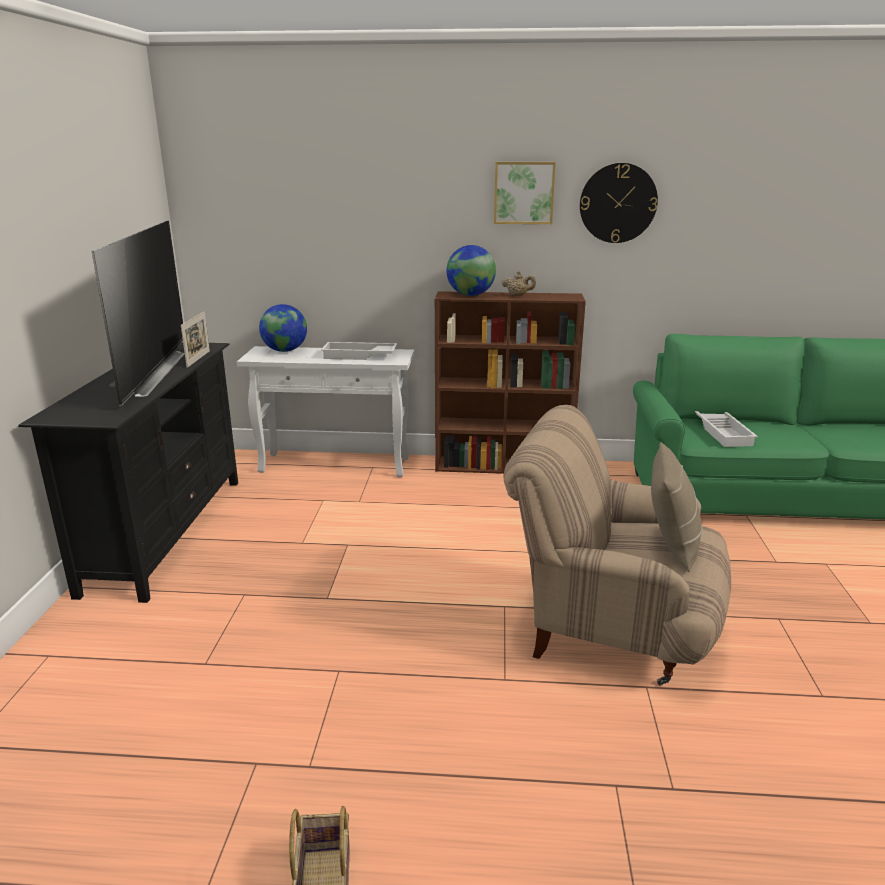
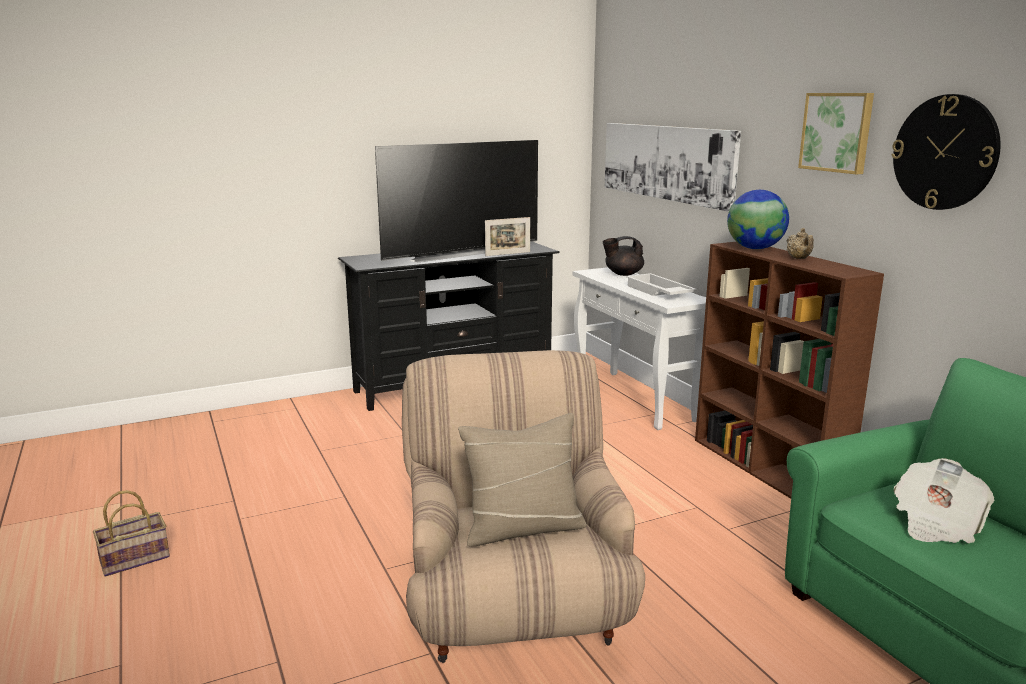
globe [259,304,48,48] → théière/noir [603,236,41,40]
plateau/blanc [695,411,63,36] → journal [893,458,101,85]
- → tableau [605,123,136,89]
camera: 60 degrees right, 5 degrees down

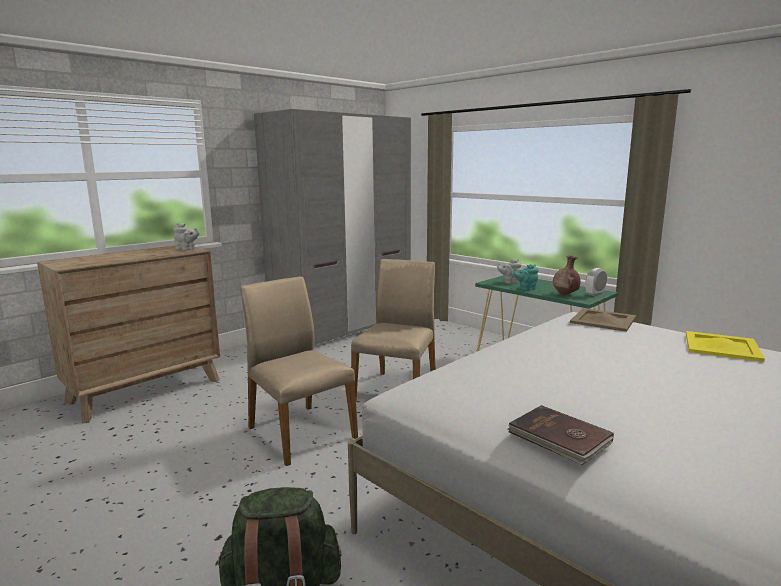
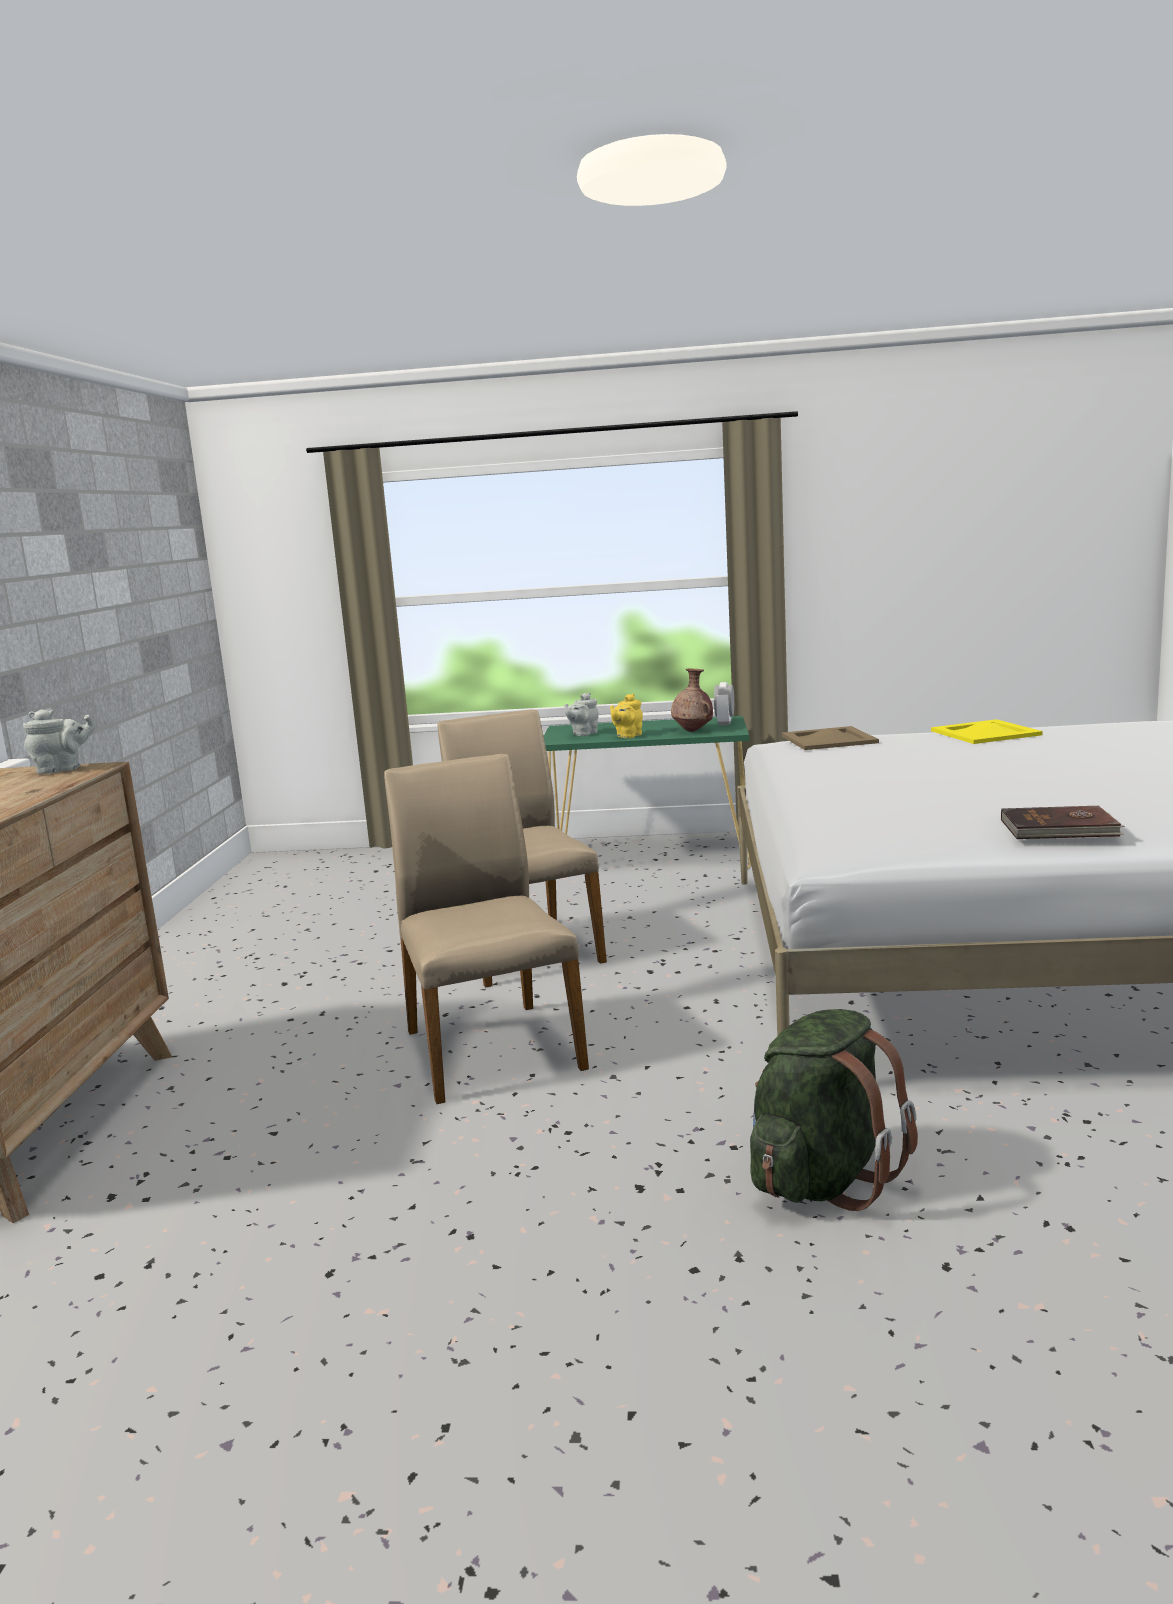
armoire/gris [254,109,157,236] → -
théière/turquoise [513,264,26,26] → théière/jaune [610,694,33,44]
chaise/beige [241,277,117,189] → chaise/beige [384,754,205,350], 60 degrees clockwise
camera: 40 degrees left, 0 degrees up

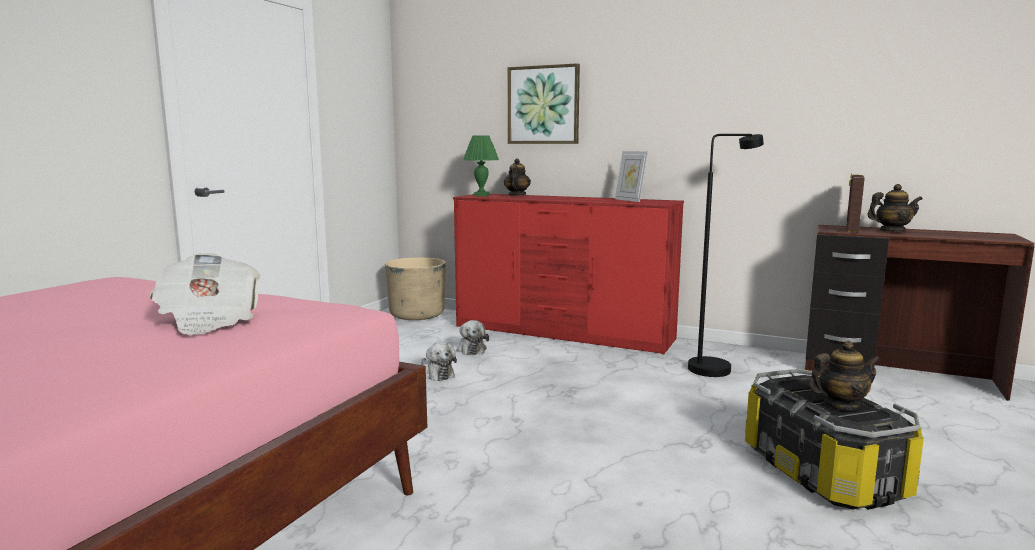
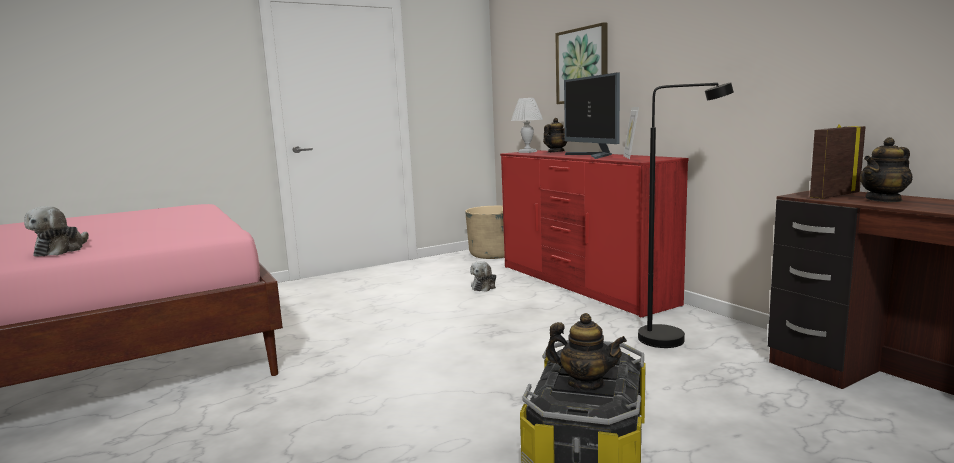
lampe de table/vert [463,135,36,61] → lampe de table/blanc [511,98,32,55]
théière [867,184,56,48] → théière [860,137,53,66], 120 degrees clockwise
journal [150,253,111,82] → -
peluche [421,341,36,40] → peluche [24,206,65,50], move
- → écran d'ordinateur [564,73,56,86]
camera: 35 degrees right, 0 degrees up

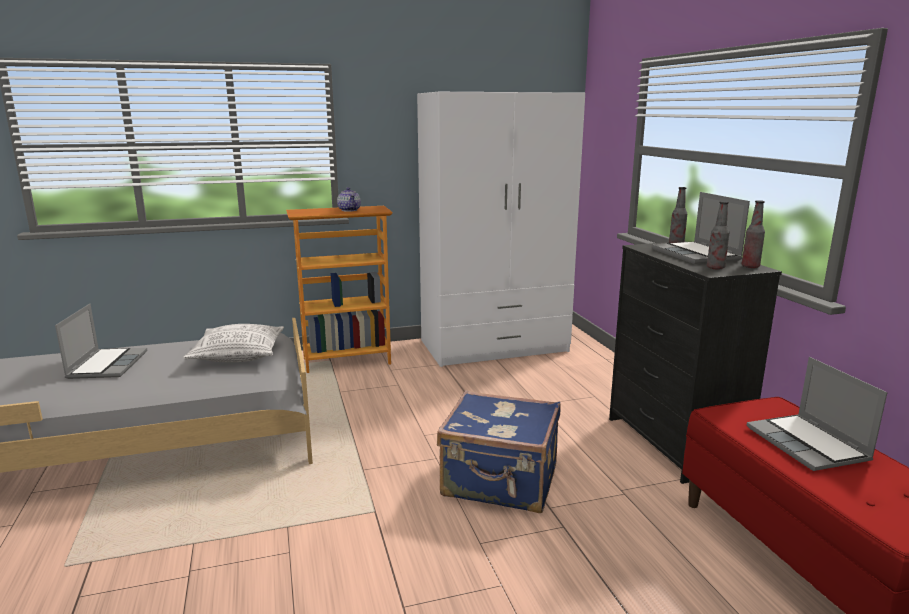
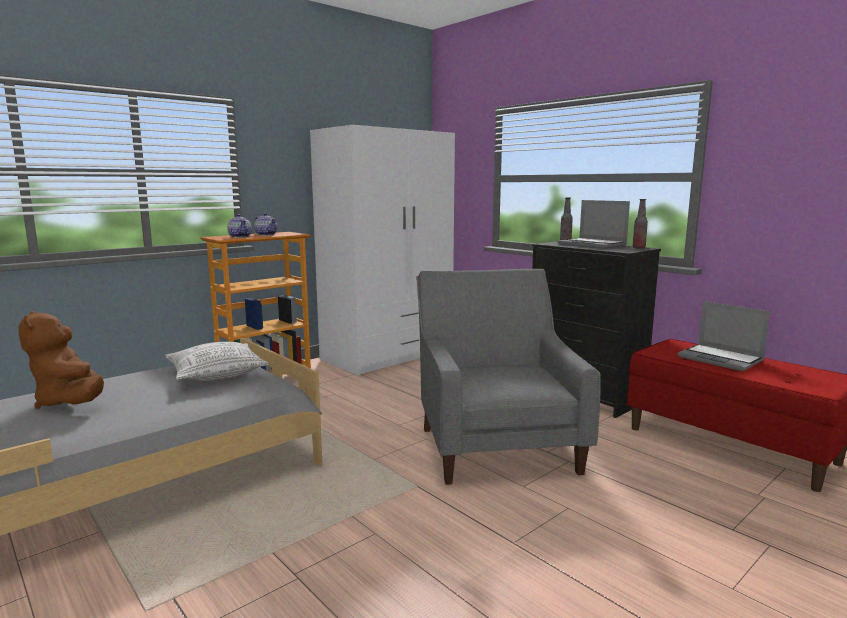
bouteille [707,201,23,69] → -
ordinateur portable [55,304,92,75] → peluche/marron [19,311,85,98]
valise/bleu [437,390,124,123] → fauteuil/gris [416,269,185,216]
- → théière [227,214,25,24]
camera: 25 degrees left, 5 degrees down

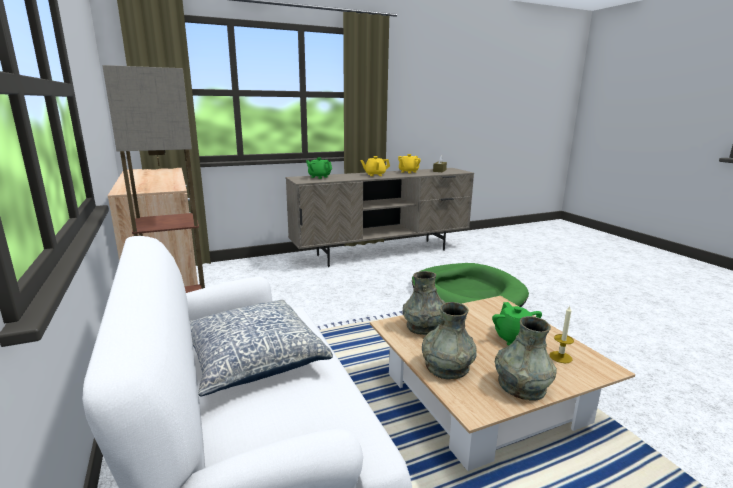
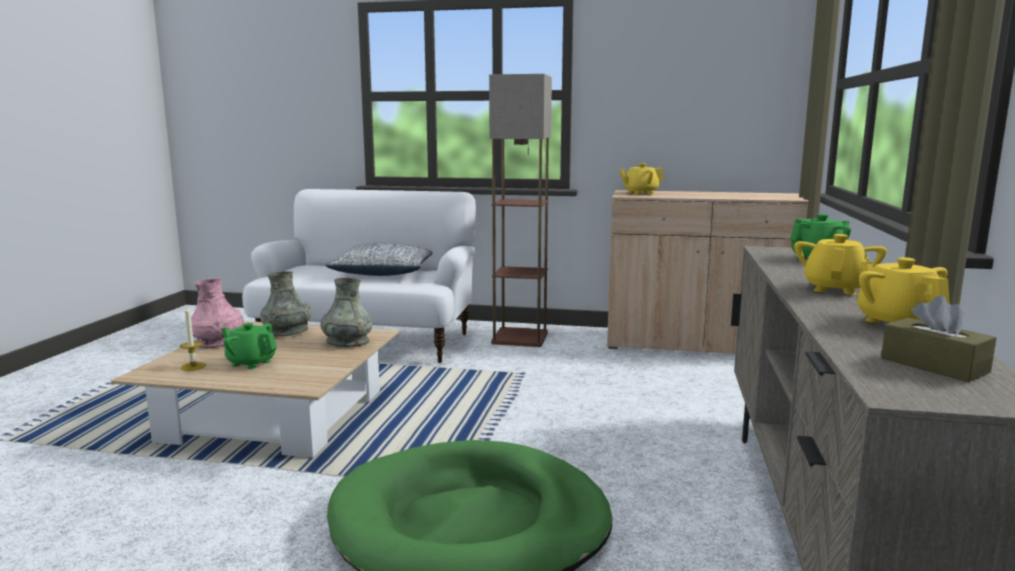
vase/gris [495,316,62,85] → vase/rose [191,278,53,71]
- → théière/jaune [619,163,45,32]
camera: 125 degrees right, 5 degrees down

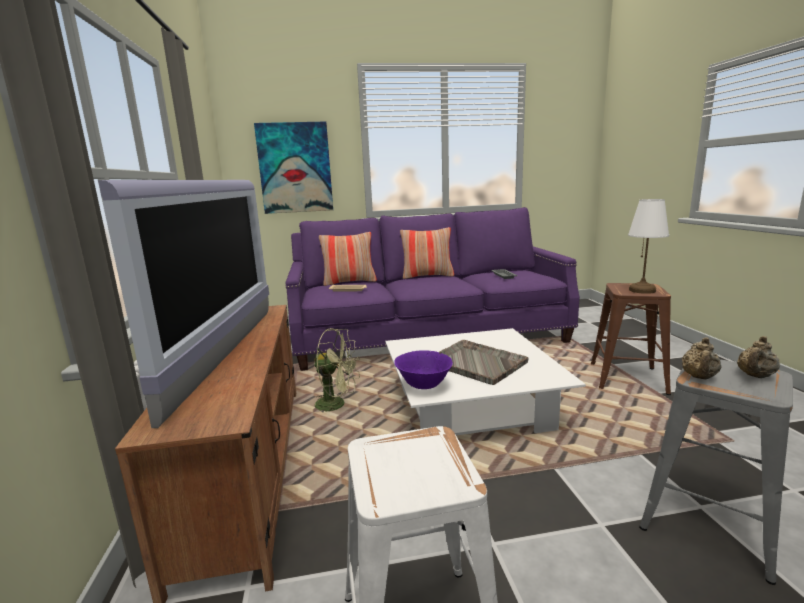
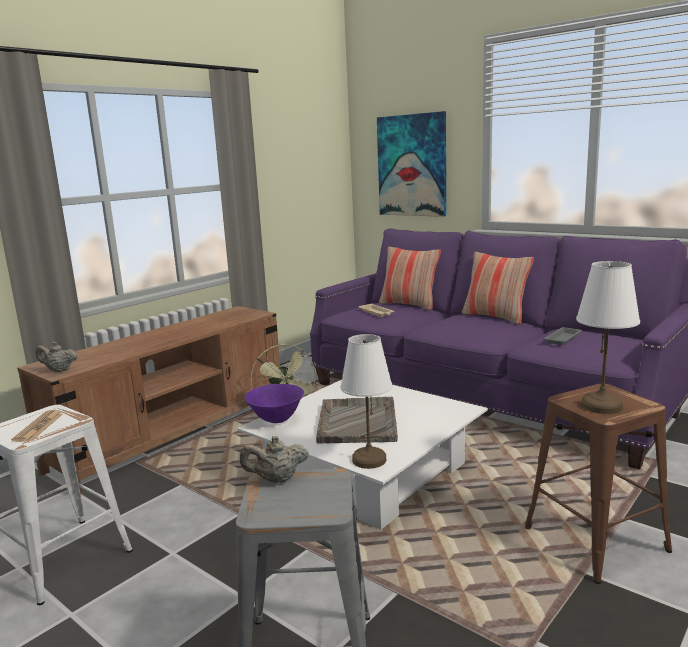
téléviseur [98,180,171,248] → -
théière/beige [737,336,43,42] → théière/beige [36,342,42,30], move
- → lampe de table/blanc [341,334,51,135]
- → journal [11,410,52,32]
camera: 50 degrees right, 0 degrees up

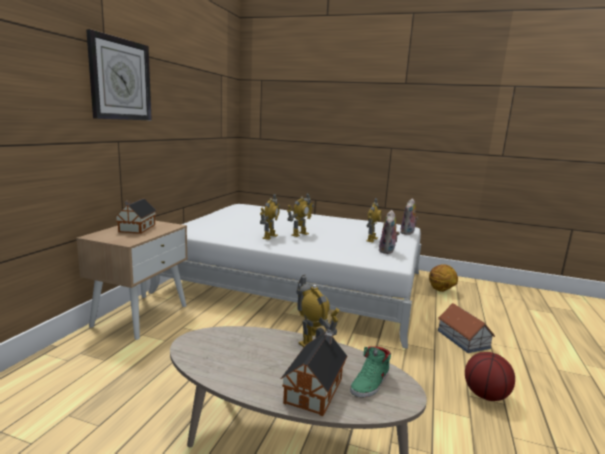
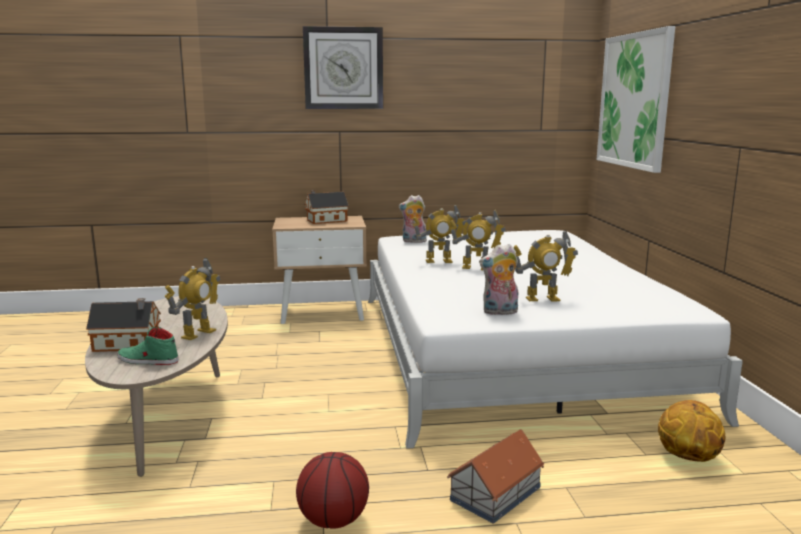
peluche [400,198,18,37] → peluche [399,195,28,48], move
- → tableau [597,26,78,147]
camera: 65 degrees right, 0 degrees up

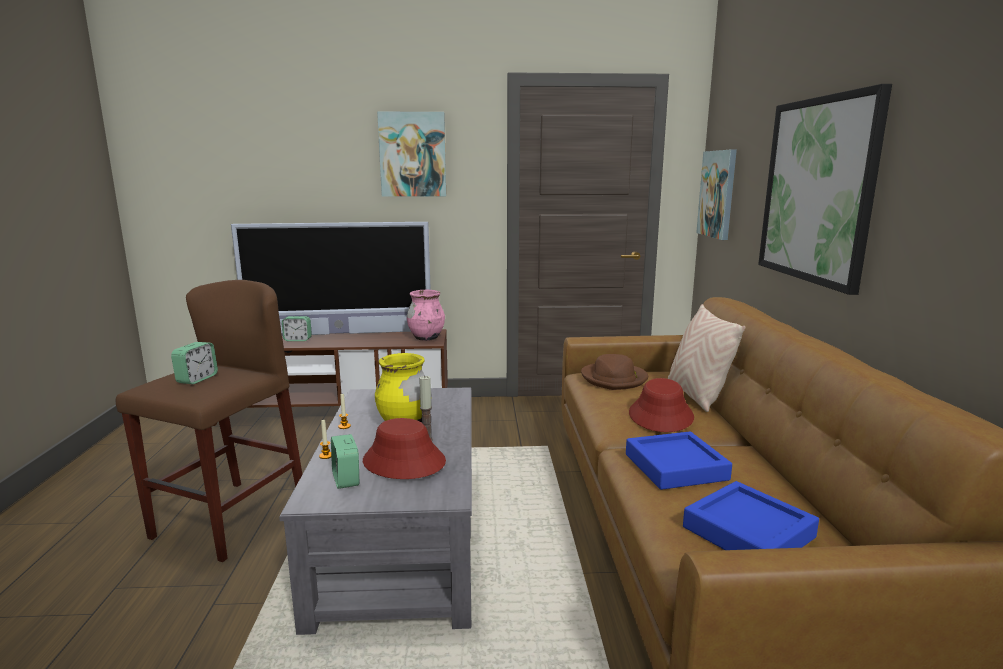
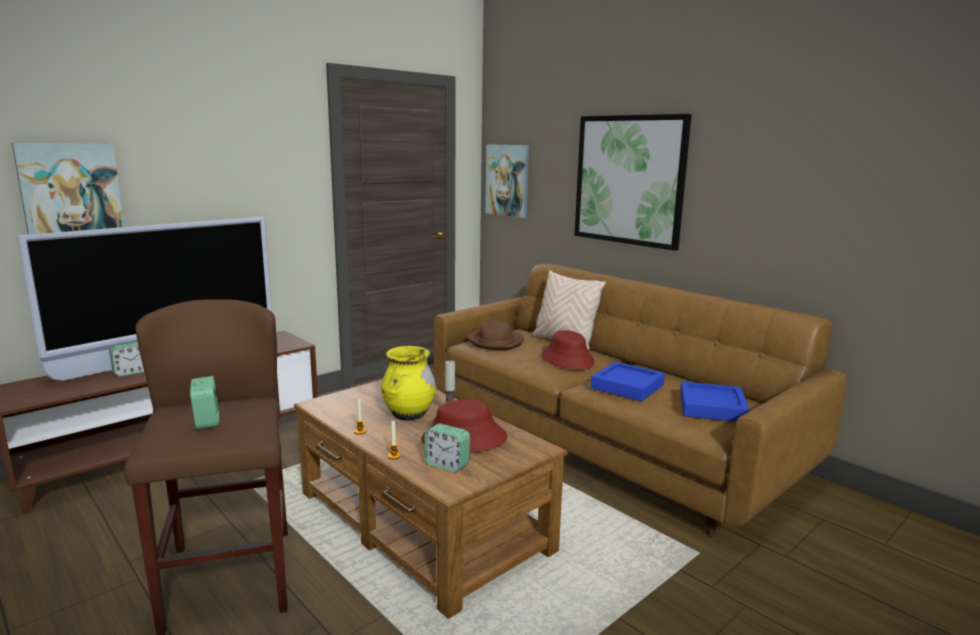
tableau [377,112,69,85] → tableau [12,143,113,92], move
vase/rose [407,290,38,51] → -
table basse/gris [279,387,193,248] → table basse/marron [294,380,274,239]
camera: 40 degrees left, 0 degrees up

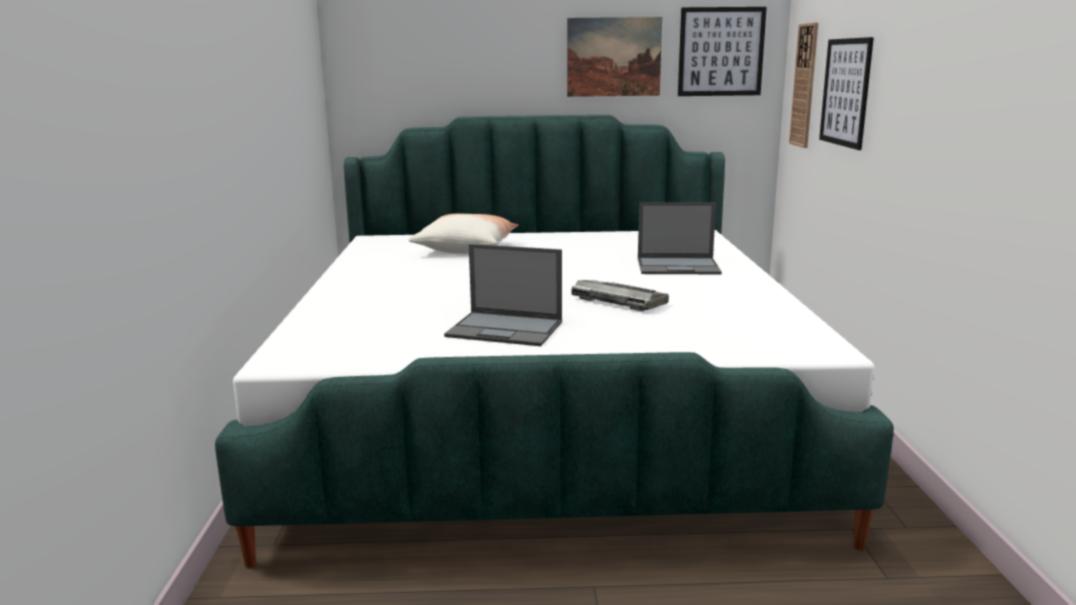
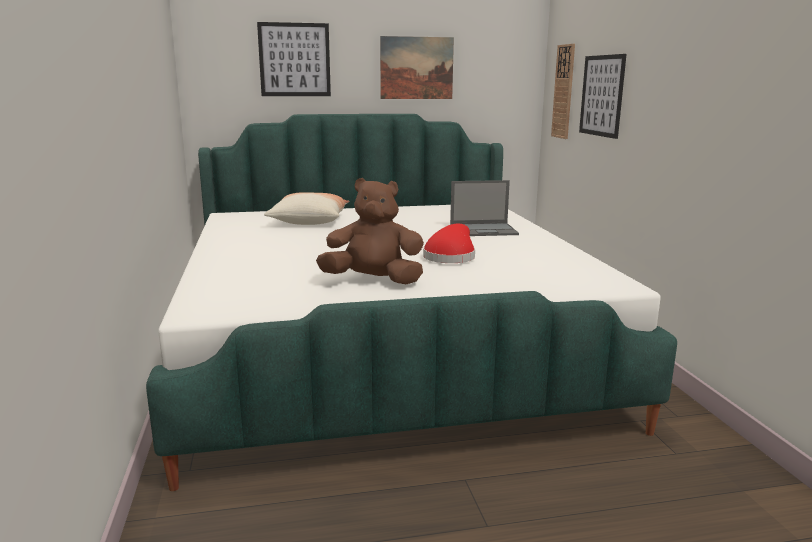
tableau [678,7,89,89] → tableau [257,22,74,74], move
ordinateur portable [444,244,118,102] → peluche/marron [316,178,108,106]
clavier [571,280,98,31] → chapeau/rouge [423,223,52,40]
camera: 10 degrees left, 0 degrees up

